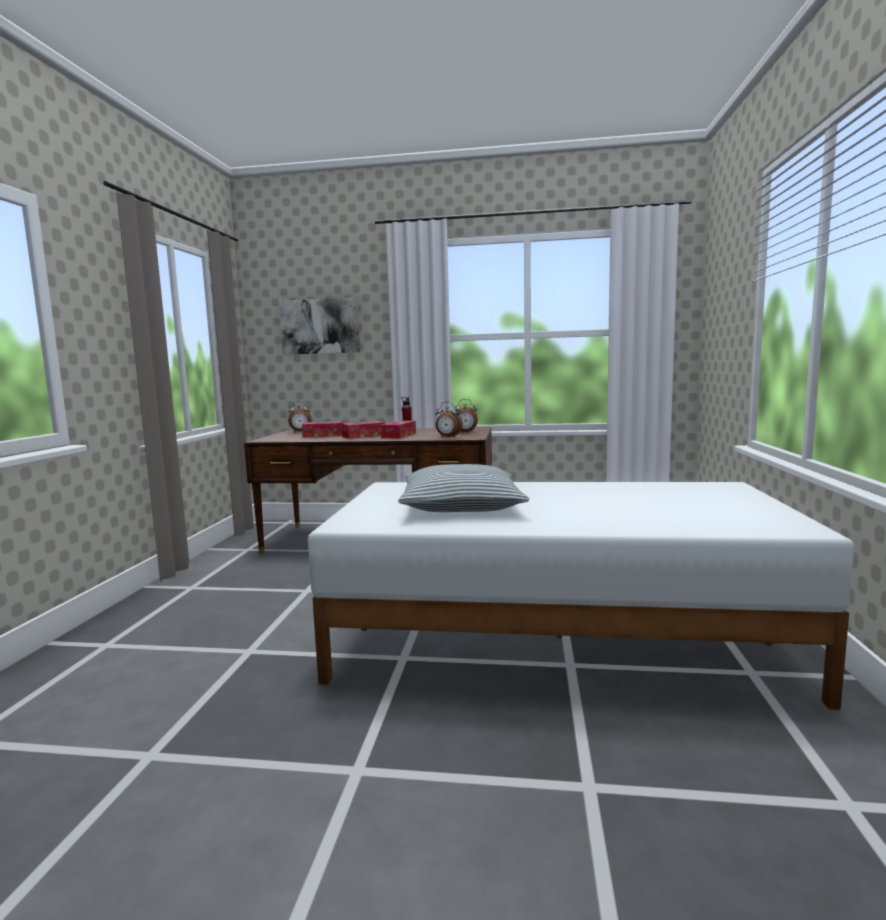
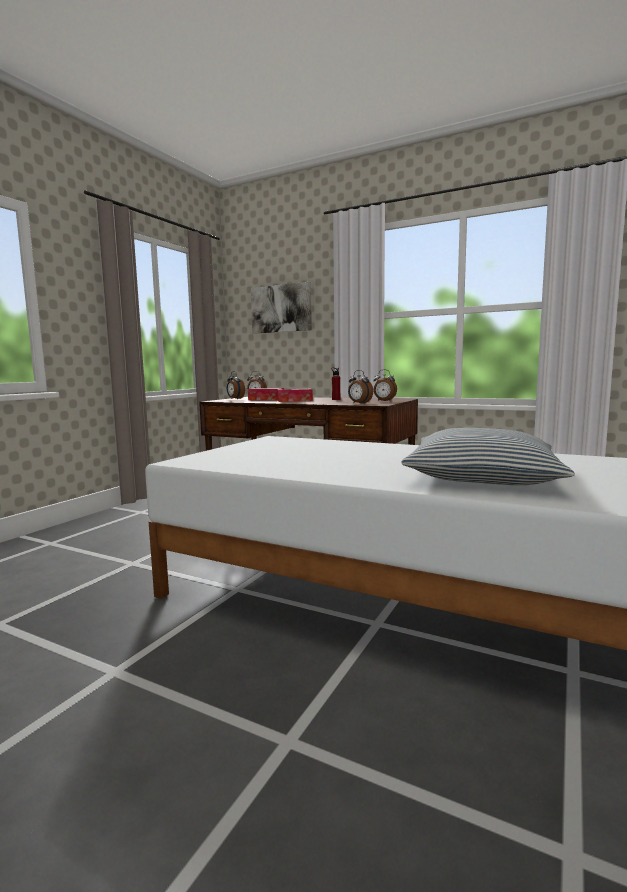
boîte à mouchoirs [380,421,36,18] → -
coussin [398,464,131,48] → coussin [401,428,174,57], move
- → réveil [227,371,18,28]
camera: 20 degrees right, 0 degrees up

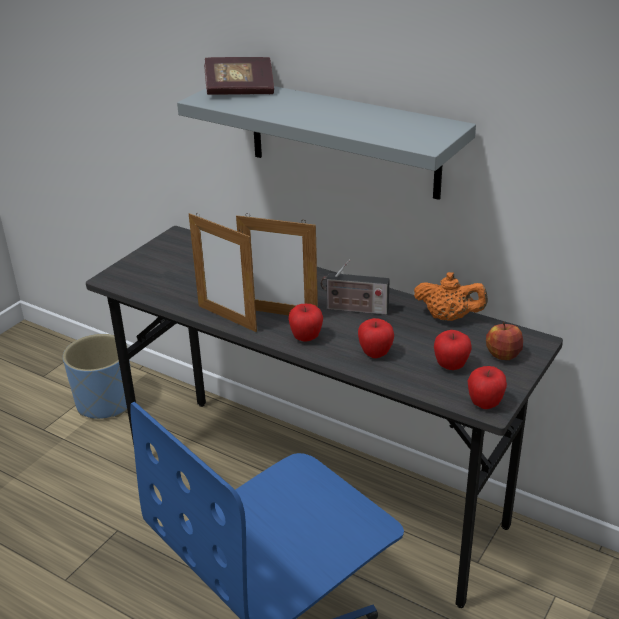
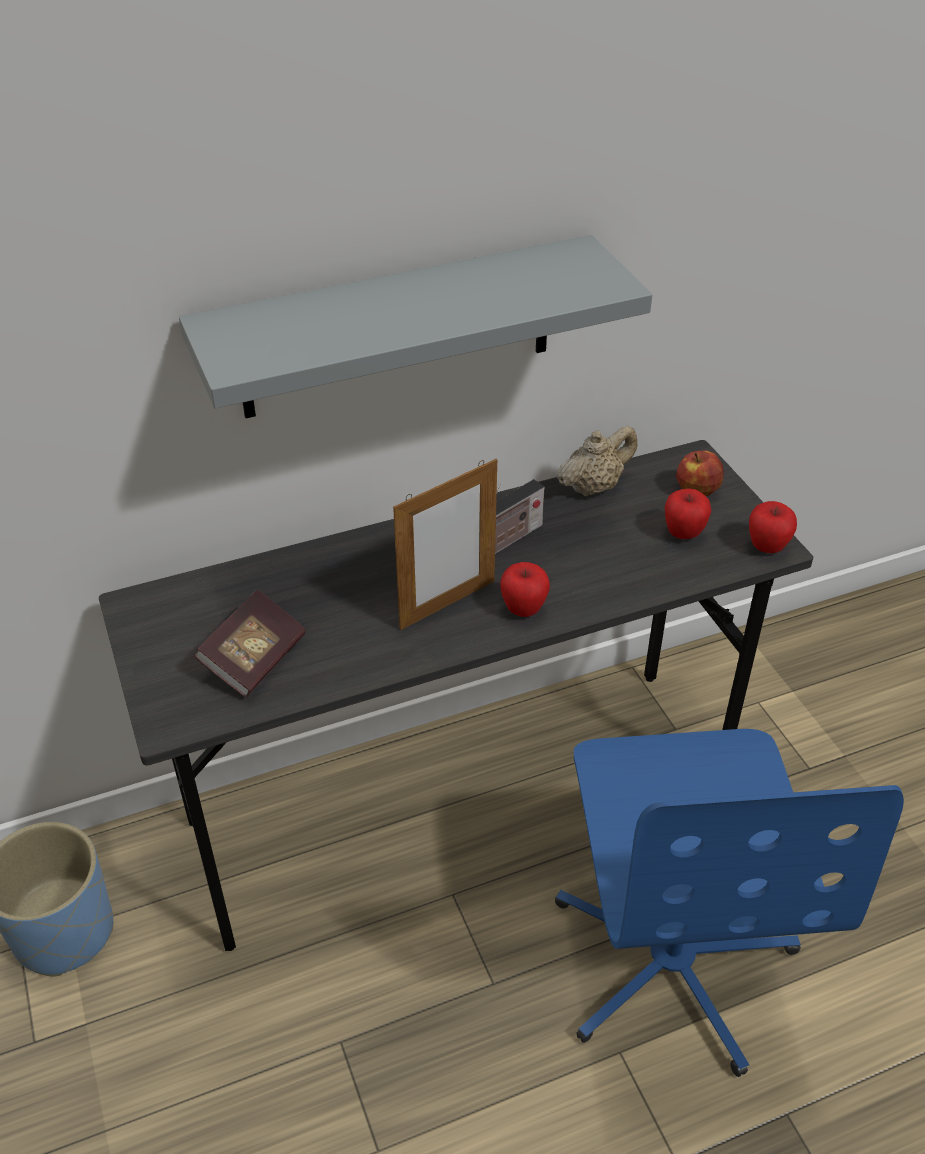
livre [204,57,70,38] → livre [194,589,112,108], move
cadre photo [189,213,68,119] → -
théière/orange [414,272,74,49] → théière/beige [557,426,80,71]
pomme [358,318,36,40] → -
camera: 55 degrees left, 10 degrees up

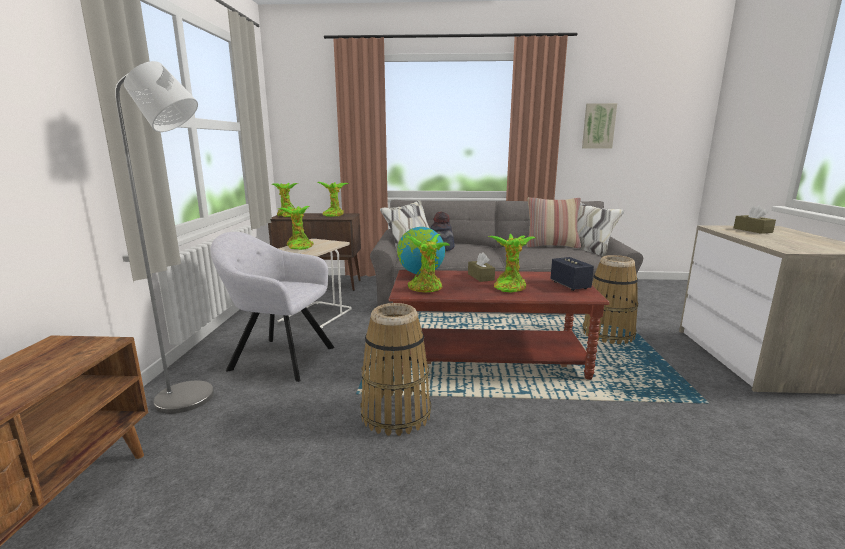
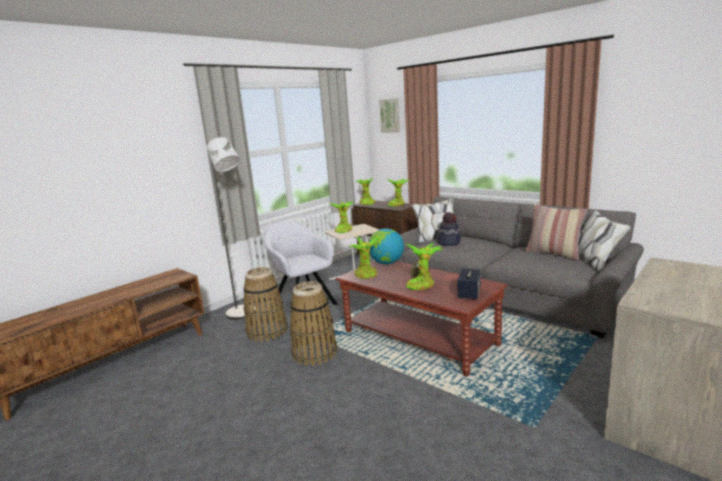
tableau [582,103,35,46] → tableau [379,98,21,35], move
boîte à mouchoirs/marron [734,205,42,29] → -
panier [583,255,55,89] → panier [243,267,44,75], move
camera: 40 degrees right, 0 degrees up

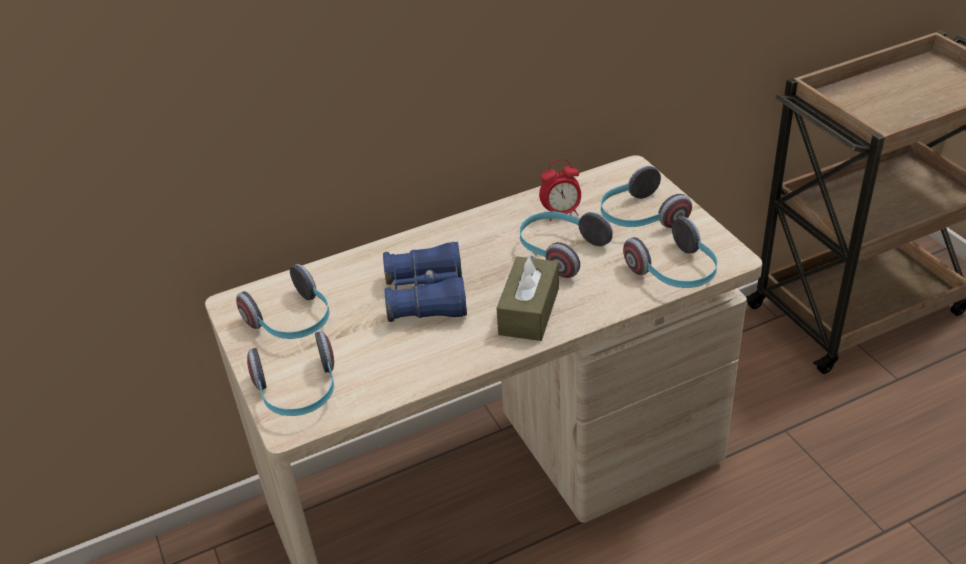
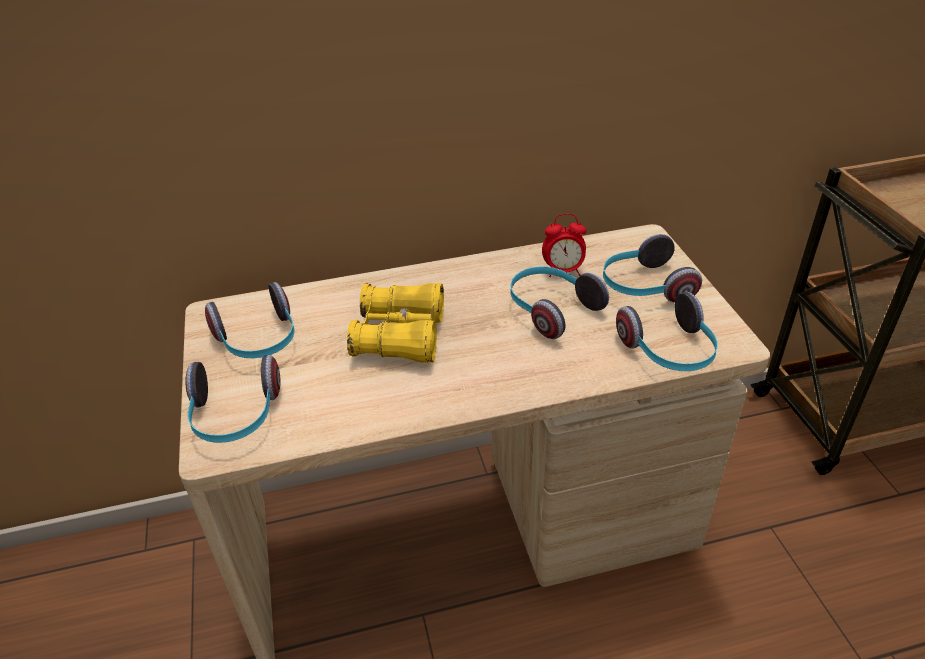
jumelles/bleu [383,242,84,80] → jumelles/jaune [347,283,97,80]
boîte à mouchoirs/marron [496,251,63,90] → -
camera: 10 degrees right, 0 degrees up

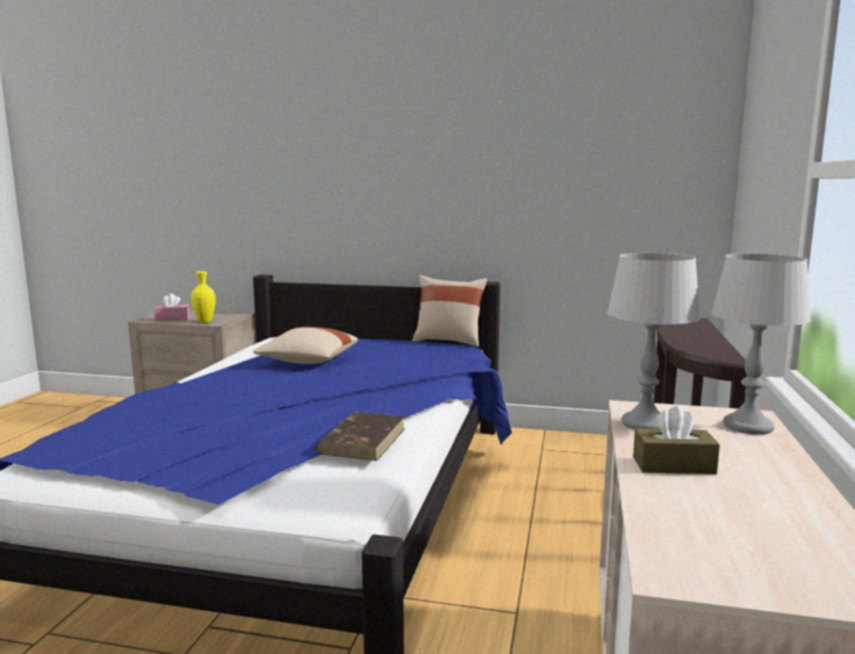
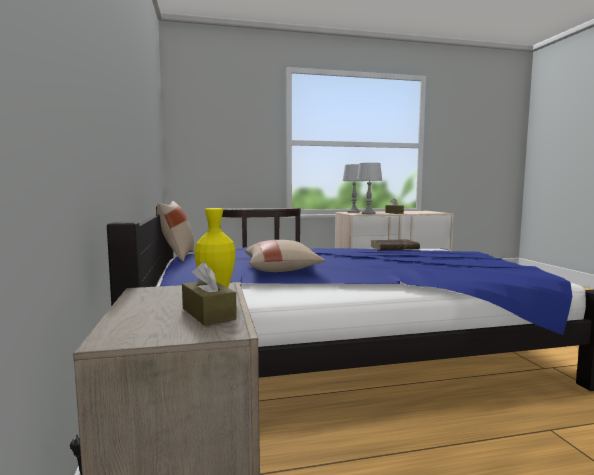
boîte à mouchoirs/rose [154,293,36,28] → boîte à mouchoirs/marron [182,262,55,64]
camera: 115 degrees left, 5 degrees down

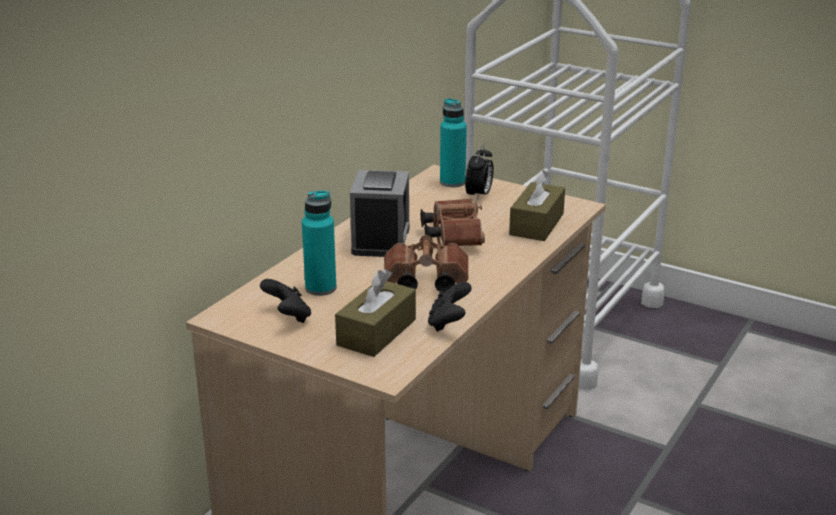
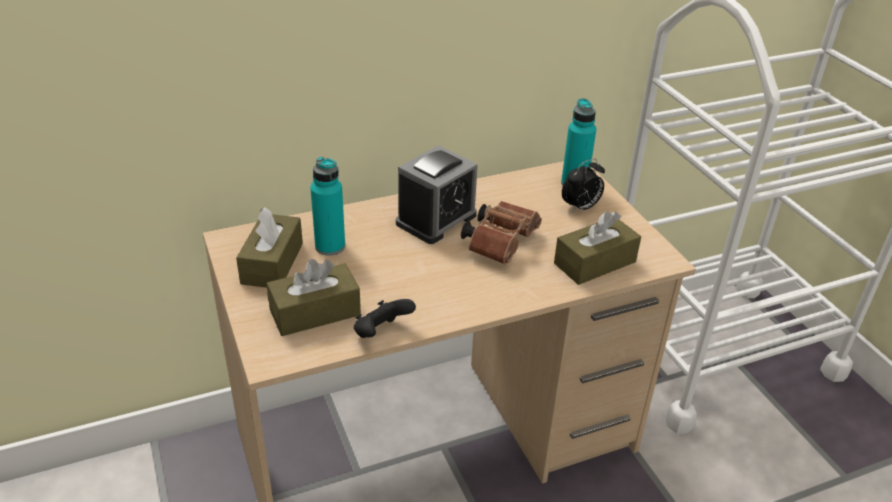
jumelles/marron [384,235,85,58] → -
manette/noir [260,279,51,44] → boîte à mouchoirs/marron [236,208,67,80]
camera: 35 degrees right, 10 degrees up

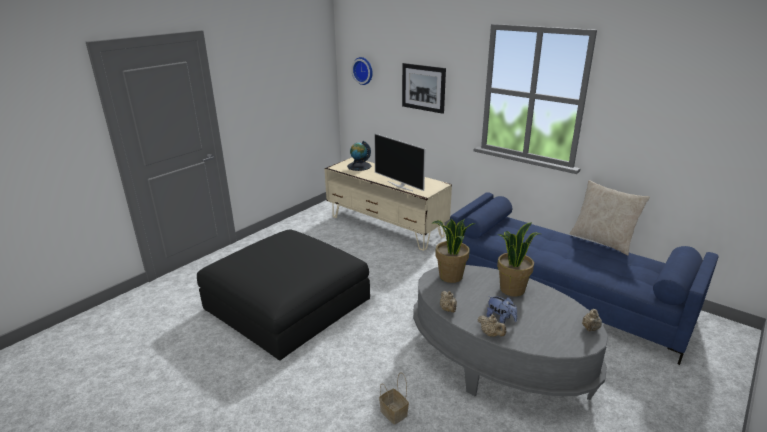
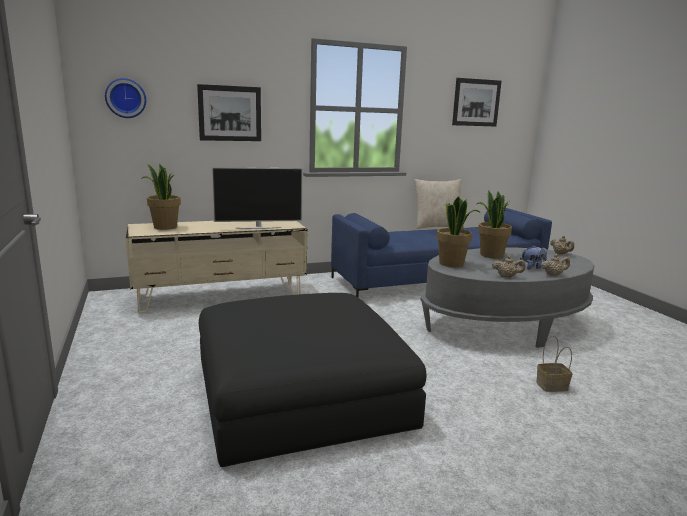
globe [347,141,24,30] → plante en pot [141,164,40,66]
- → tableau [452,78,50,48]
camera: 60 degrees left, 10 degrees down

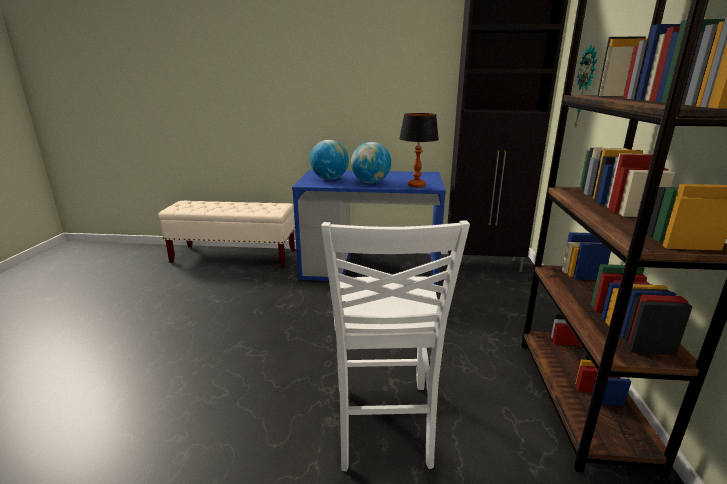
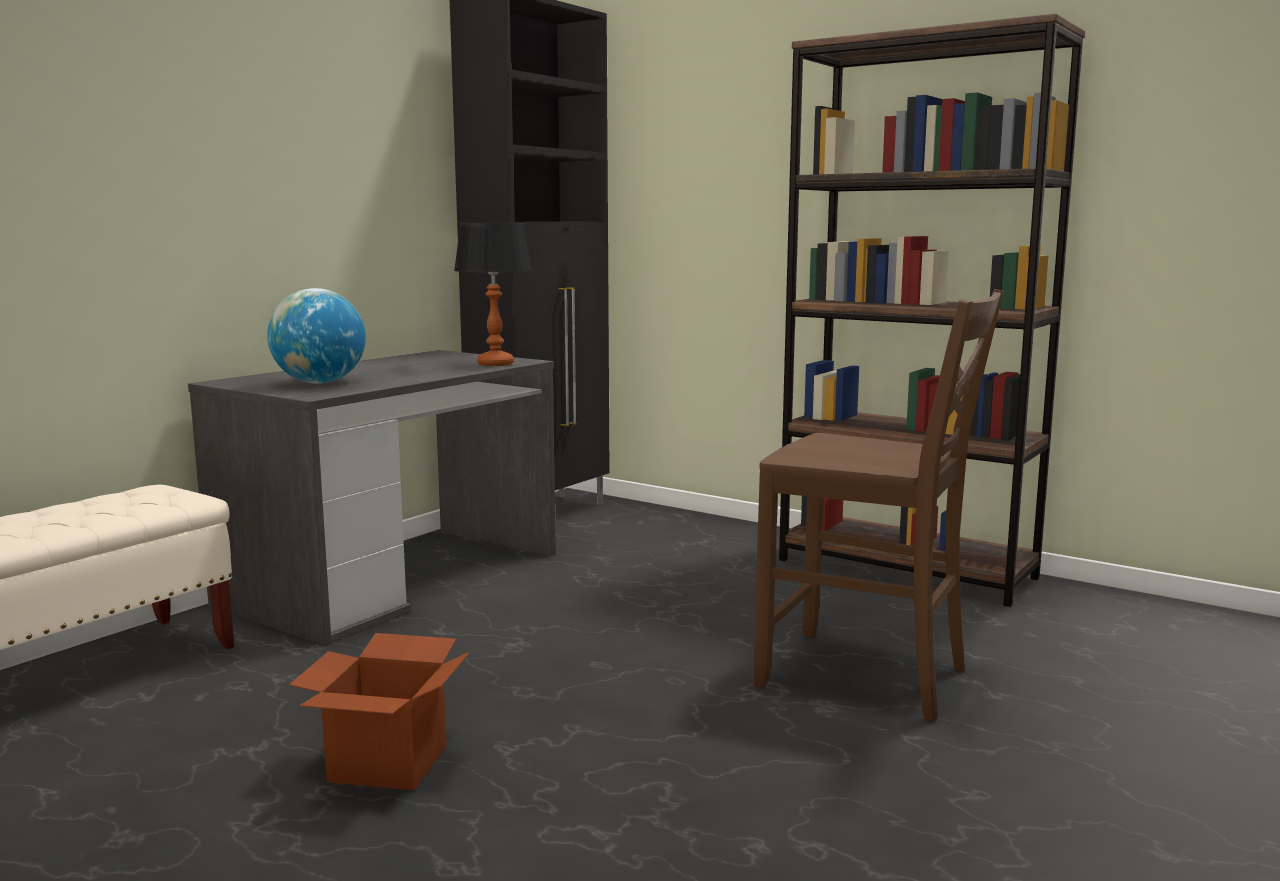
horloge murale [574,46,23,81] → -
globe [351,142,40,41] → -
bureau/bleu [292,170,154,115] → bureau/gris [188,350,368,296]
chaise/blanc [321,220,149,252] → chaise/marron [753,289,251,432]
- → carton [289,633,181,158]
camera: 60 degrees left, 10 degrees down

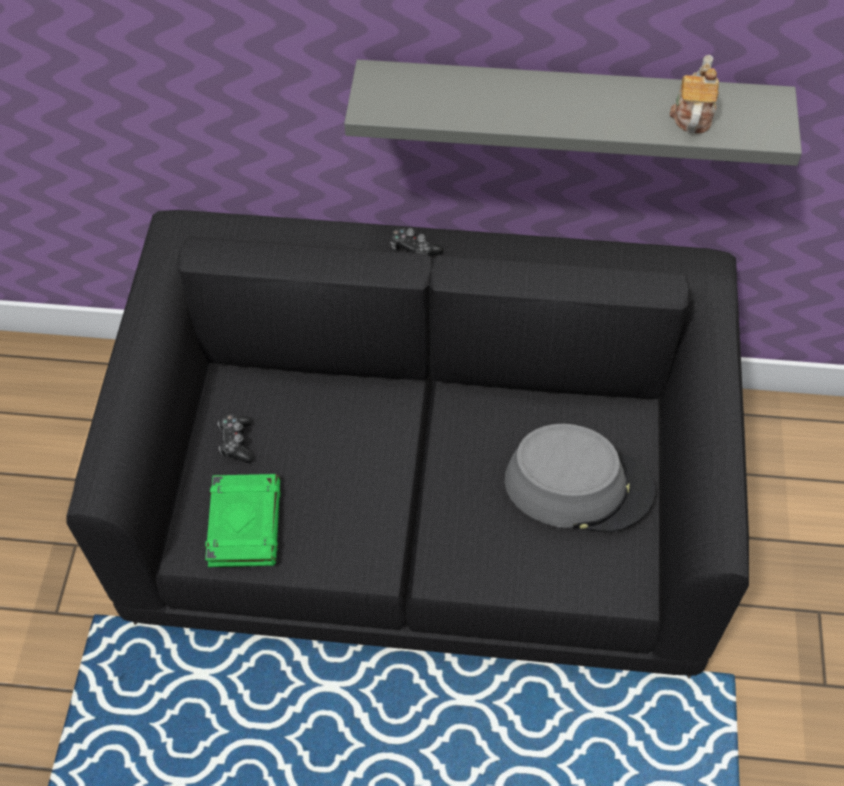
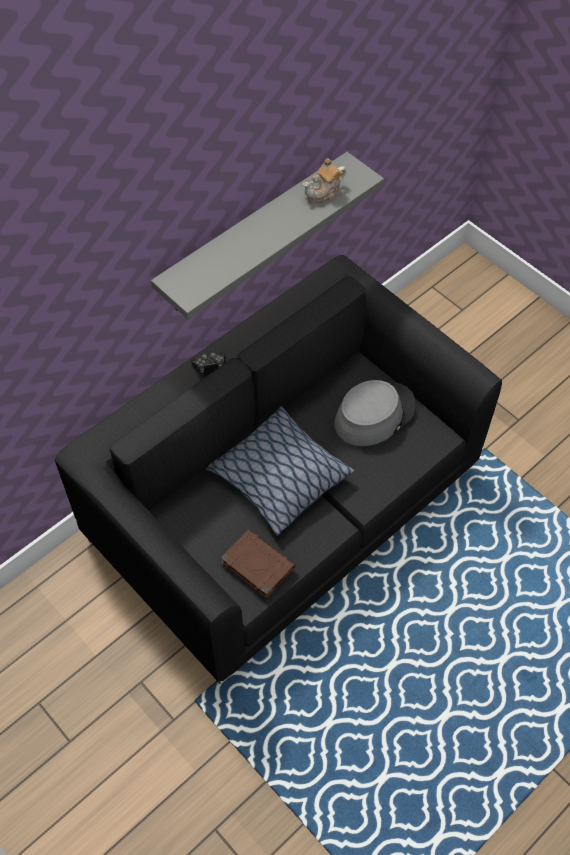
théière [670,55,49,79] → théière [303,158,43,45], 90 degrees counterclockwise
manette [218,414,36,49] → -
livre/vert [205,474,76,93] → livre/marron [221,529,75,70]
- → coussin [205,406,149,130]
camera: 50 degrees left, 0 degrees up

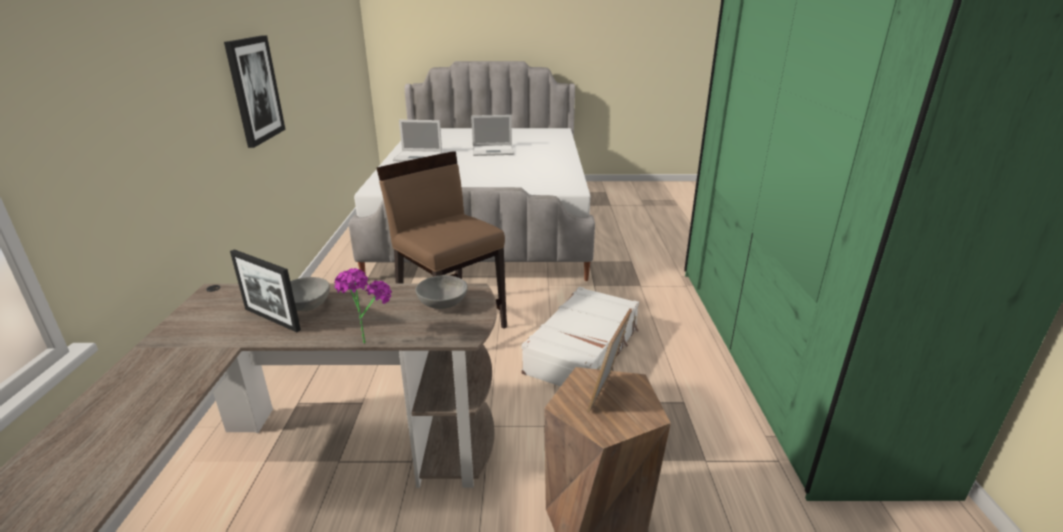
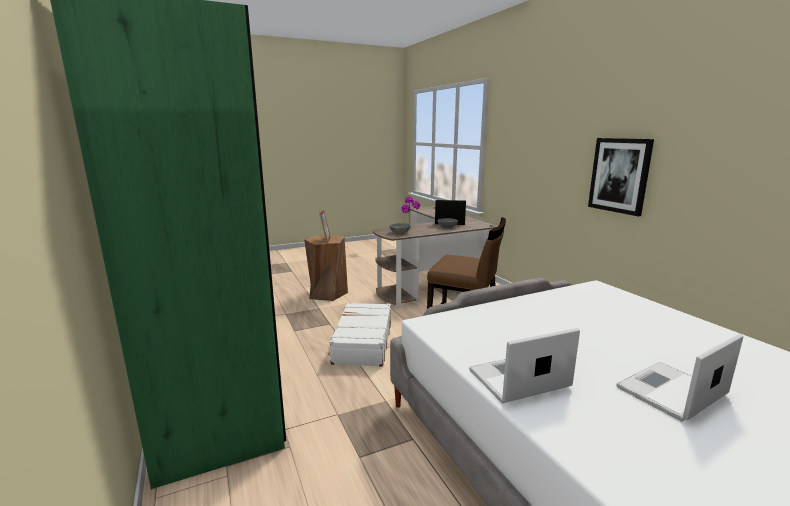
ordinateur portable [393,120,49,42] → ordinateur portable [469,328,111,75], move
camera: 155 degrees right, 10 degrees down

